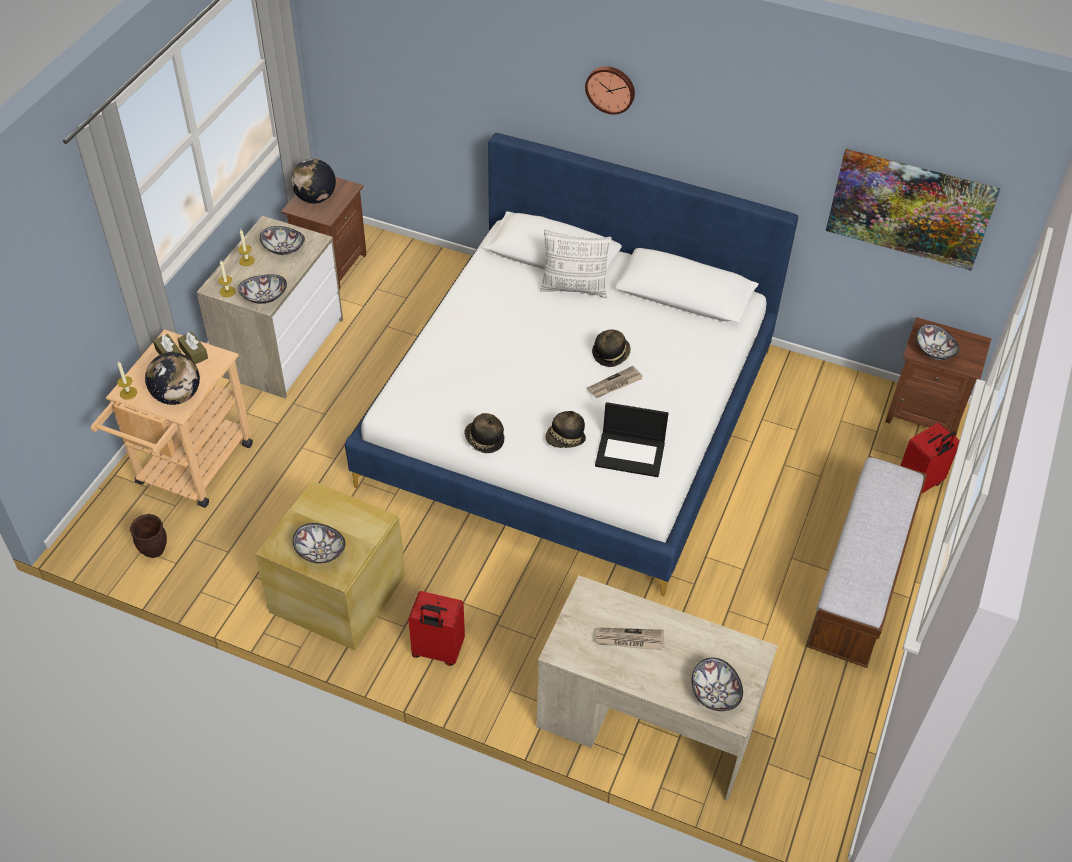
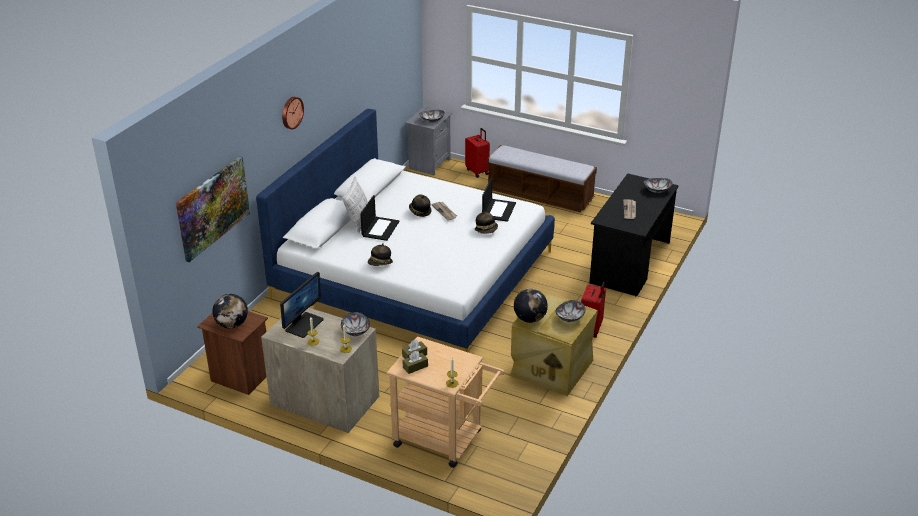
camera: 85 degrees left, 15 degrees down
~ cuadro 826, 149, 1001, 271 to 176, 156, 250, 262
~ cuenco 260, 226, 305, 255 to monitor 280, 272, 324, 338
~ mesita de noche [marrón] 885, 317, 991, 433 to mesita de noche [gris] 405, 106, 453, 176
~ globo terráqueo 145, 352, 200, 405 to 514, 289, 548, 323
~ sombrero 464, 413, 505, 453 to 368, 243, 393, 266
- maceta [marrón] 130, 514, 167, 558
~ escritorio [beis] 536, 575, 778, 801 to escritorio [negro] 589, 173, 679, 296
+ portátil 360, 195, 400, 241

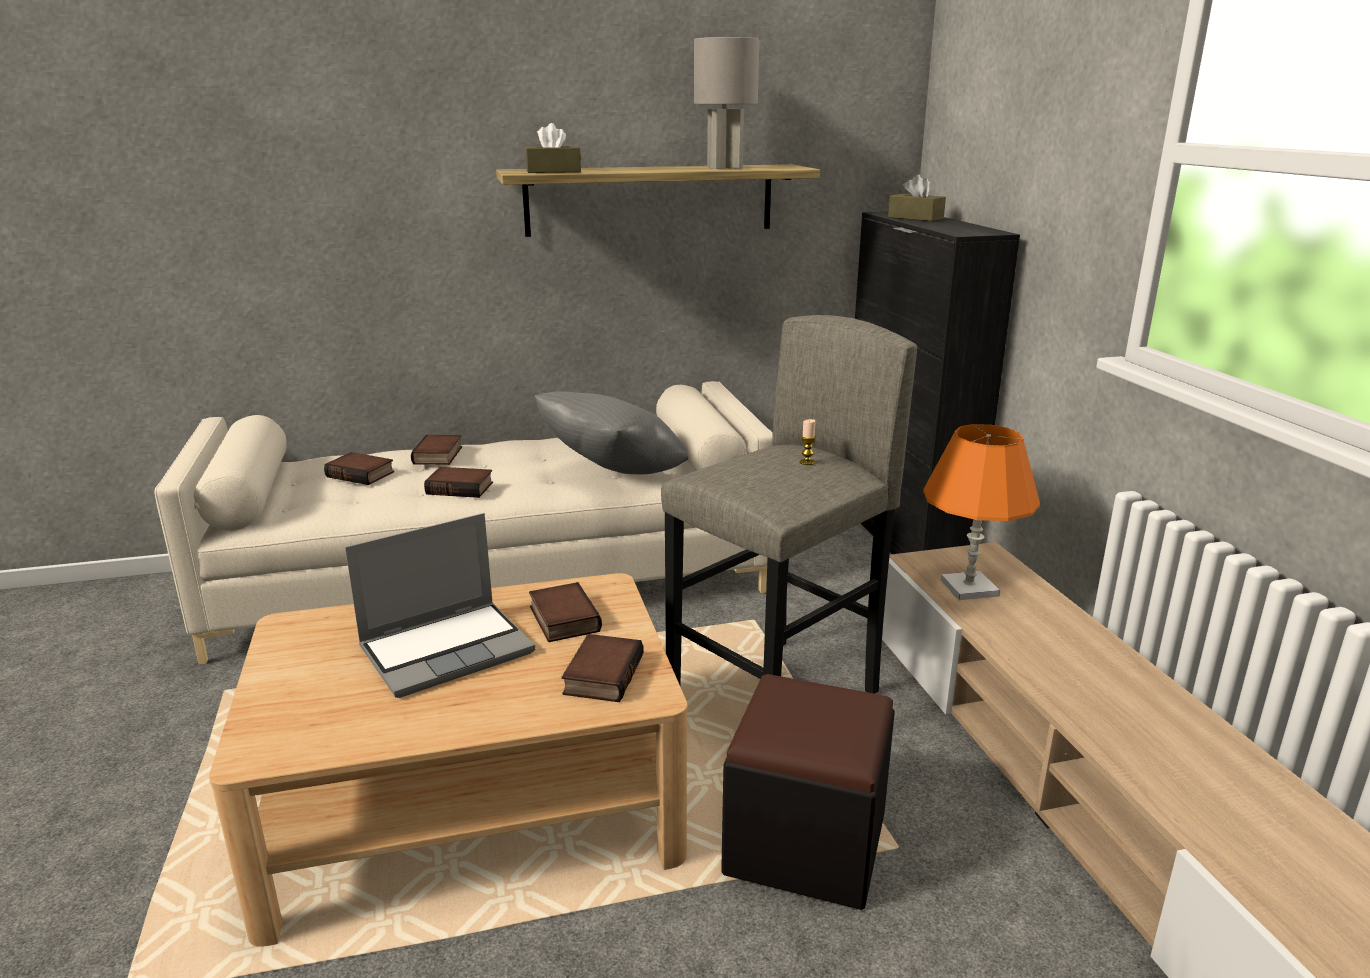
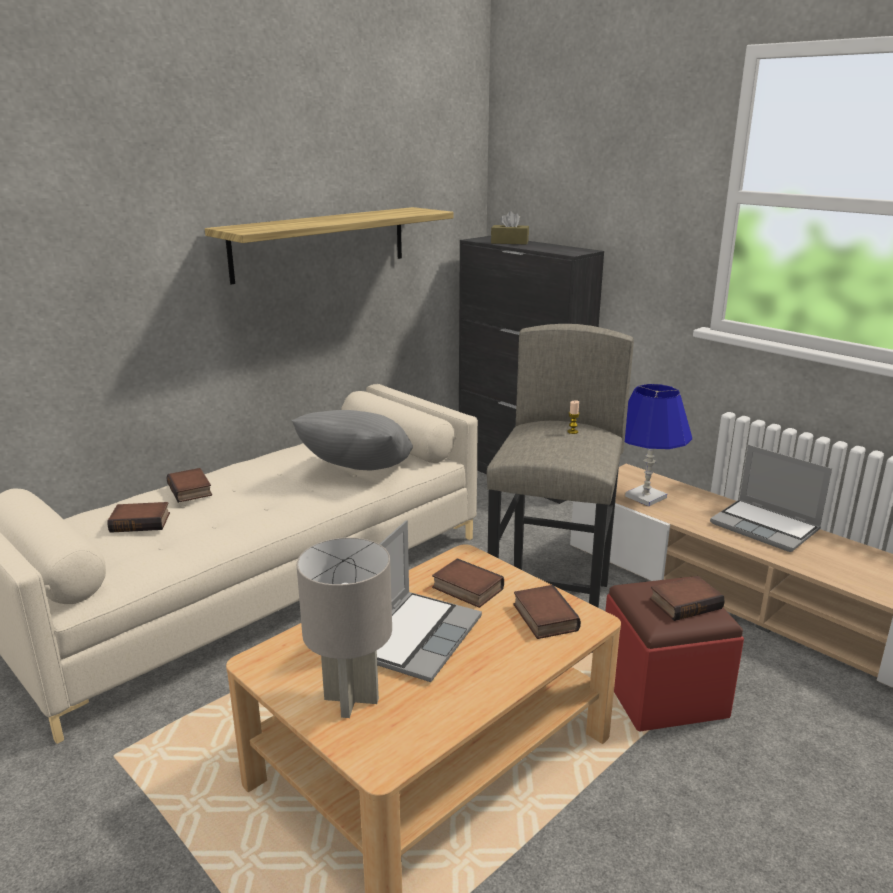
camera: 30 degrees left, 0 degrees up
~ lámpara de mesa [gris] 694, 37, 759, 169 to 297, 537, 392, 718
- caja de pañuelos [marrón] 525, 123, 581, 173
~ lámpara de mesa [naranja] 923, 424, 1040, 600 to lámpara de mesa [azul] 625, 384, 692, 506
~ libro 424, 467, 493, 498 to 650, 576, 725, 621
~ puf [negro] 721, 674, 895, 910 to puf [rojo] 606, 576, 744, 732
+ portátil 710, 445, 832, 552

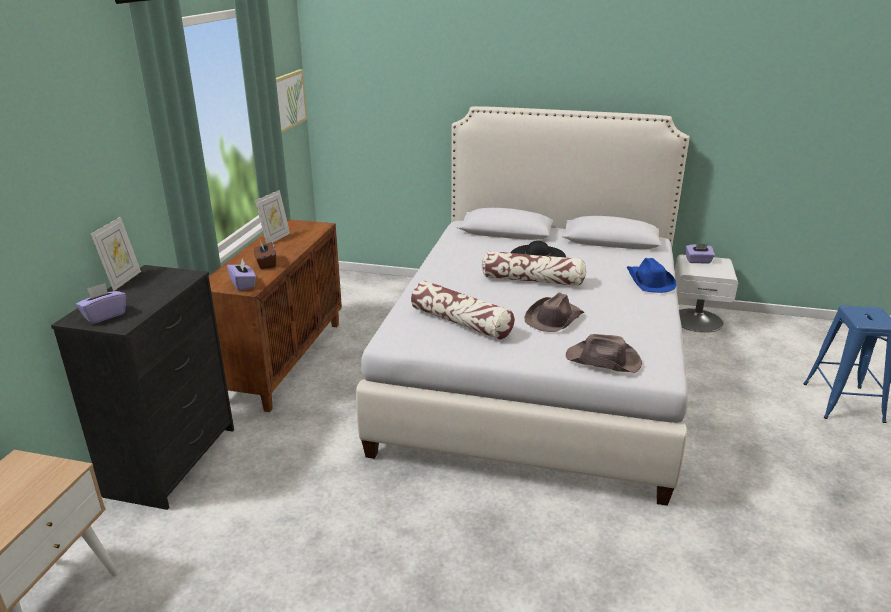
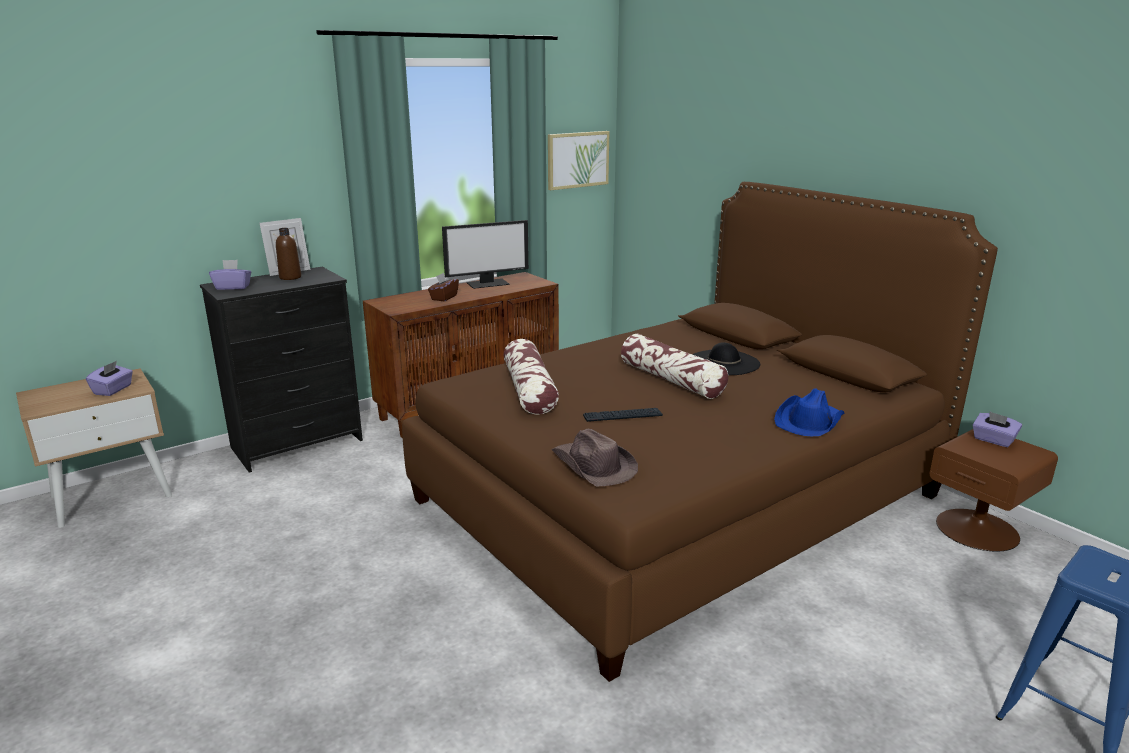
camera: 40 degrees right, 5 degrees down
~ cama [blanco] 356, 106, 690, 506 to cama [marrón] 402, 182, 998, 682
~ portarretratos 255, 190, 290, 244 to monitor 442, 220, 529, 289
~ mesita de noche [blanco] 675, 255, 738, 332 to mesita de noche [marrón] 930, 429, 1058, 552
~ caja de pañuelos [morado] 227, 259, 256, 291 to 86, 361, 133, 396
~ sombrero [marrón] 524, 293, 584, 332 to teclado 583, 408, 663, 422
+ botella [marrón] 276, 228, 301, 280

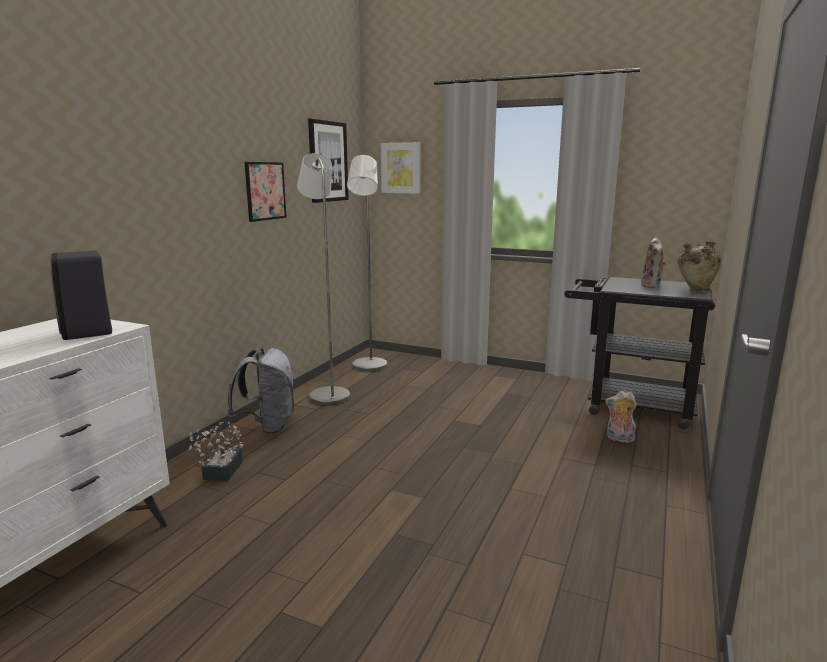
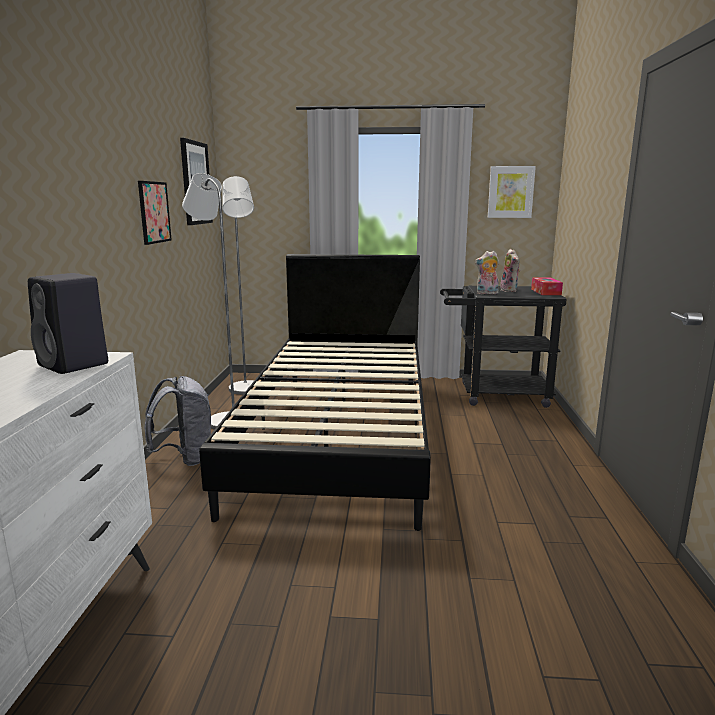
camera: 20 degrees left, 0 degrees up
~ cuadro 381, 142, 421, 194 to 488, 166, 536, 218
~ florero [beis] 678, 241, 722, 292 to caja de pañuelos 531, 277, 563, 295
~ peluche 605, 391, 637, 443 to 475, 251, 499, 294
- planta en maceta 188, 421, 243, 481
+ cama [negro] 199, 254, 431, 531

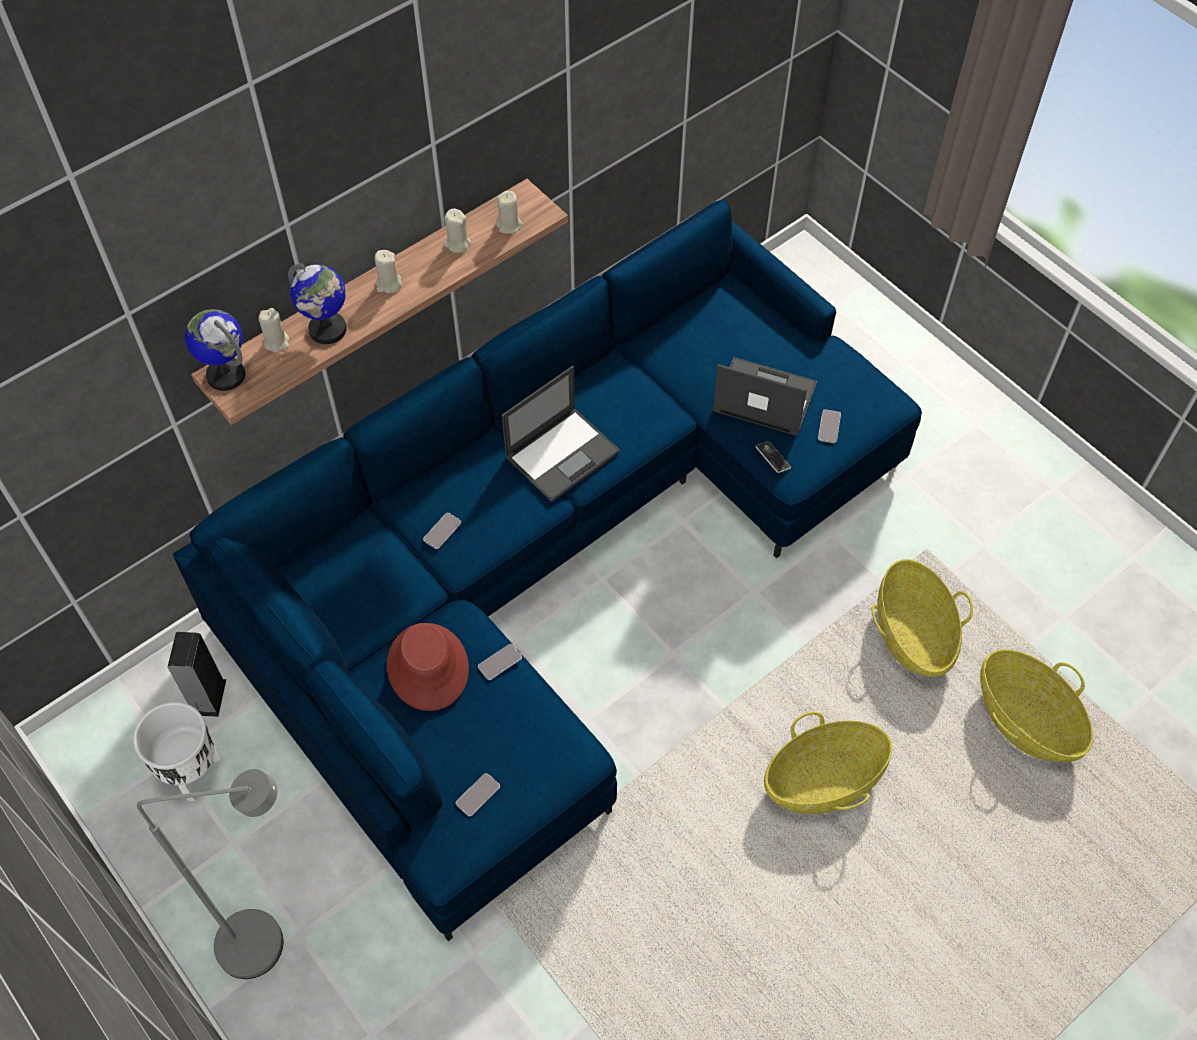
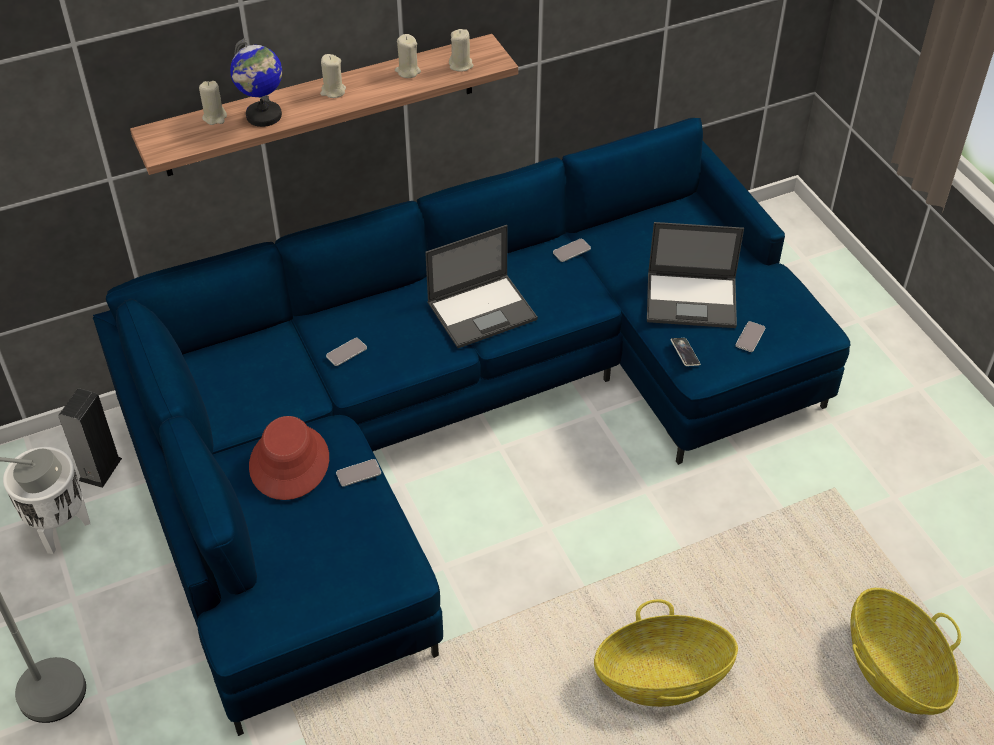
camera: 15 degrees right, 10 degrees down
- globo terráqueo 185, 309, 245, 391
~ portátil 712, 357, 817, 436 = 647, 222, 744, 328 150 degrees clockwise
- cesta 872, 559, 973, 677
~ móvil 456, 773, 500, 816 to 553, 239, 591, 262

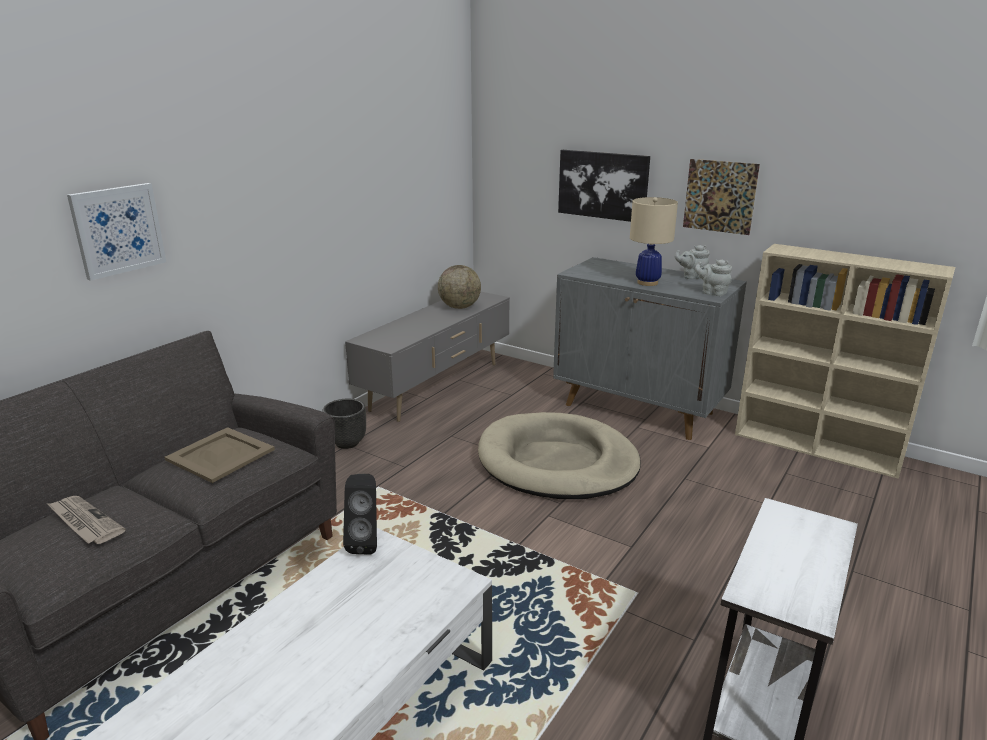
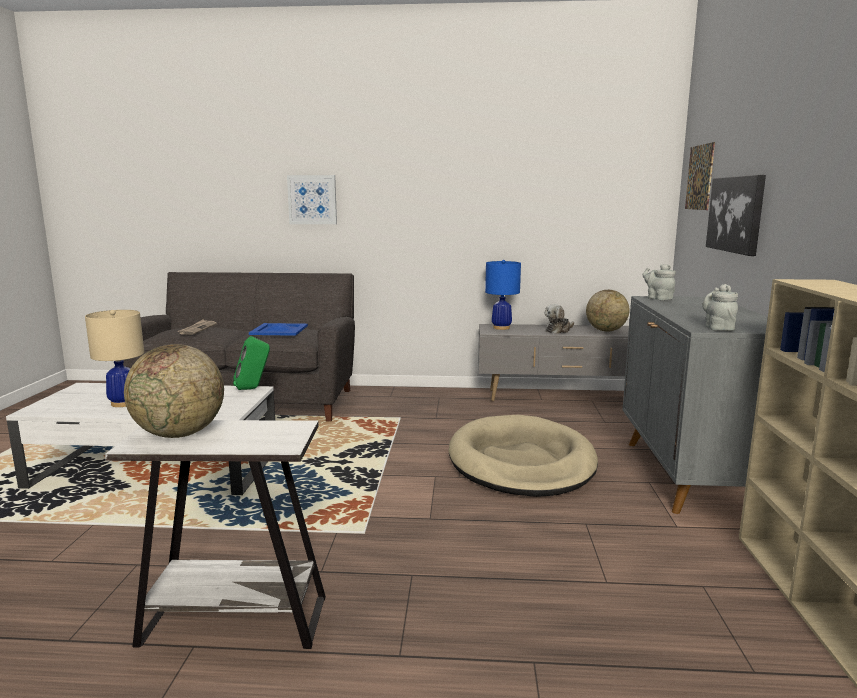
camera: 60 degrees right, 10 degrees down
~ cuadro 683, 159, 760, 235 to 685, 142, 715, 210
~ lámpara de mesa [beis] 630, 197, 678, 286 to 85, 310, 144, 407
~ tetera [gris] 675, 245, 710, 279 to 643, 264, 676, 300
- maceta [negro] 323, 399, 366, 449
~ bandeja [beis] 164, 427, 275, 483 to bandeja [azul] 249, 323, 308, 336
~ altavoz [negro] 343, 474, 377, 555 to altavoz [verde] 233, 336, 270, 390
+ lámpara de mesa [azul] 485, 260, 521, 330
+ peluche 545, 304, 574, 334
+ globo terráqueo 124, 344, 224, 438

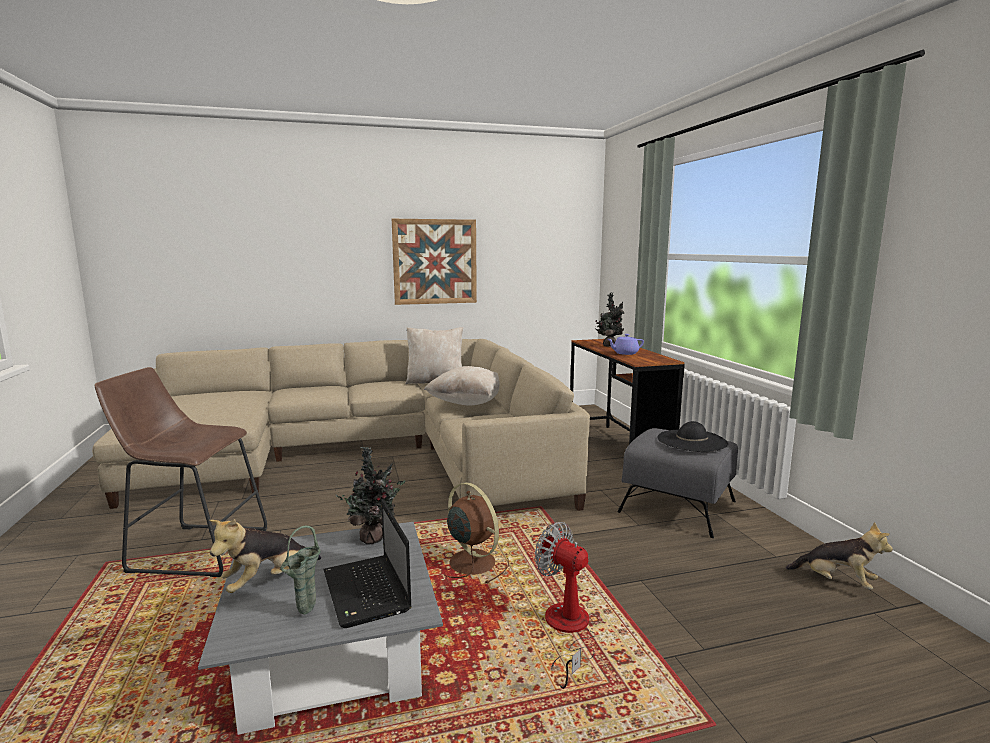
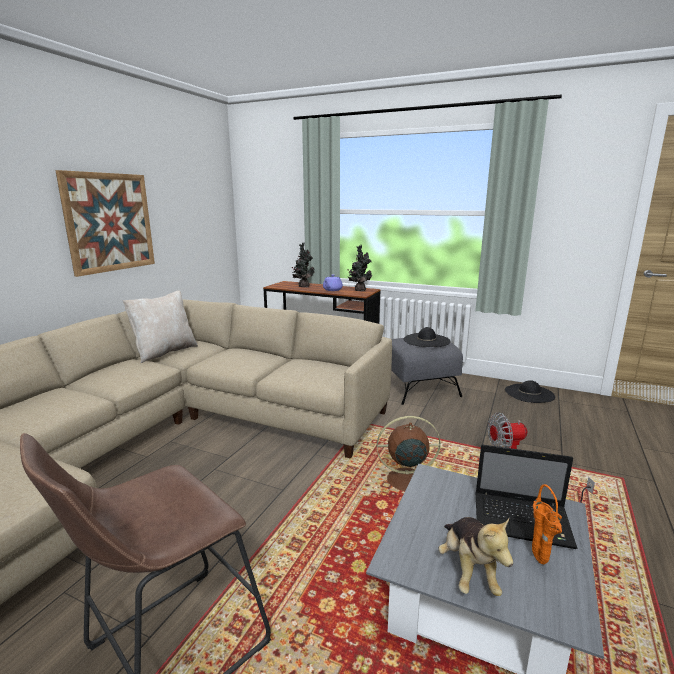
camera: 50 degrees left, 5 degrees up
- cojín [beis] 424, 366, 500, 405
~ planta en maceta 335, 447, 405, 545 to 348, 244, 372, 291
~ peluche 785, 522, 893, 590 to sombrero [negro] 505, 380, 555, 403
~ florero [verde] 280, 526, 321, 615 to florero [naranja] 532, 484, 562, 564

